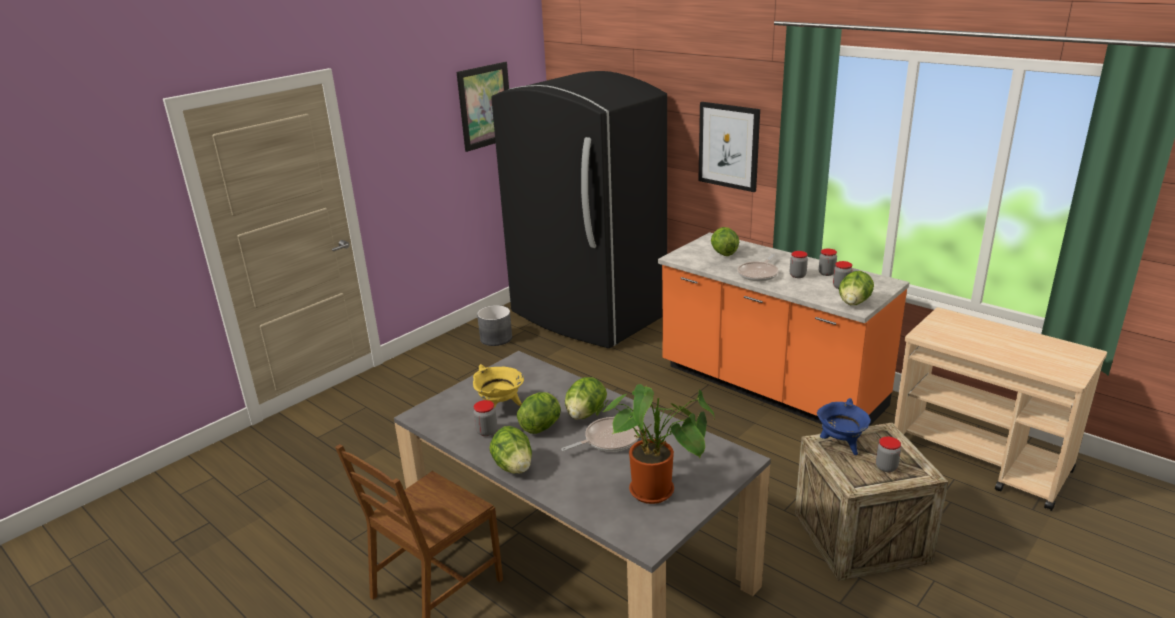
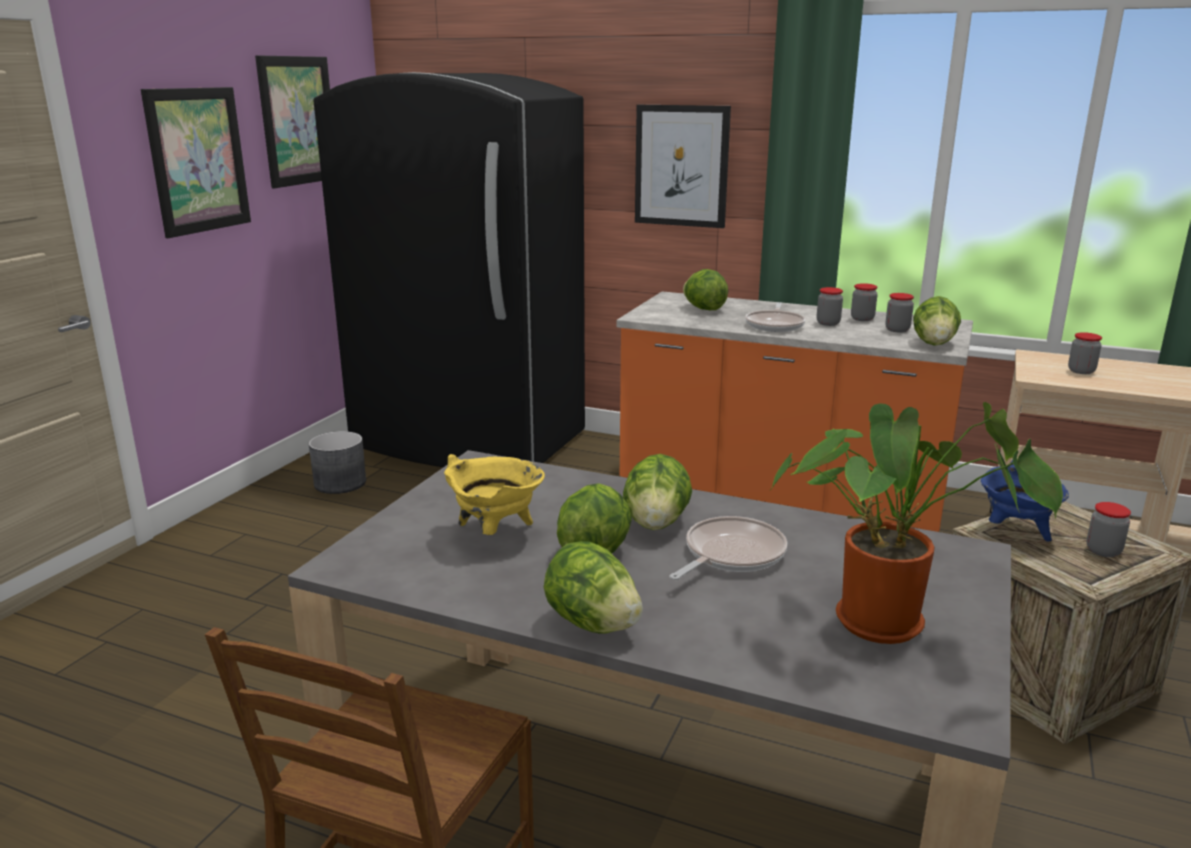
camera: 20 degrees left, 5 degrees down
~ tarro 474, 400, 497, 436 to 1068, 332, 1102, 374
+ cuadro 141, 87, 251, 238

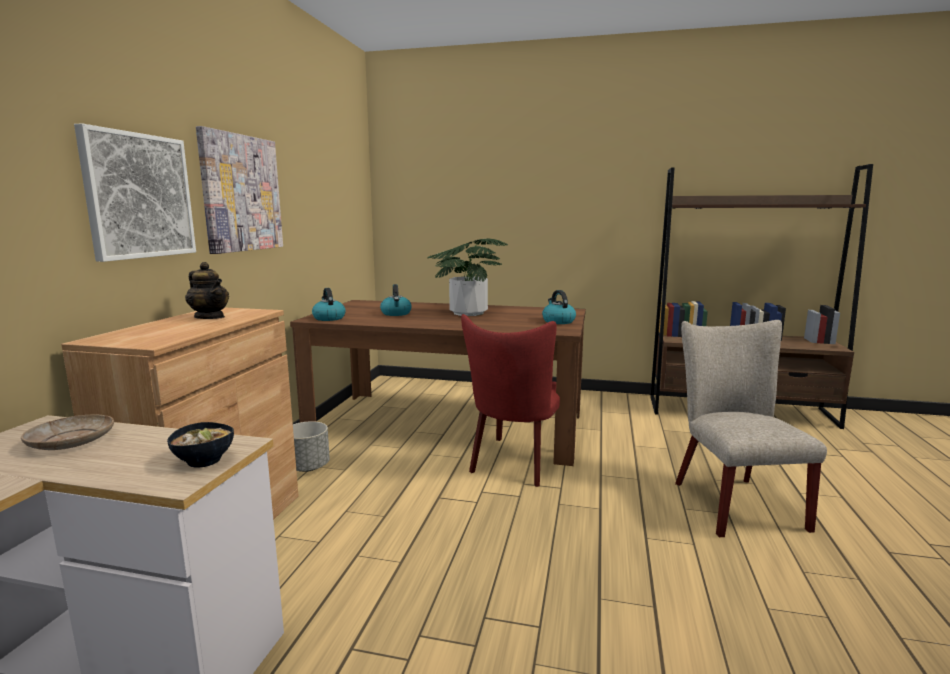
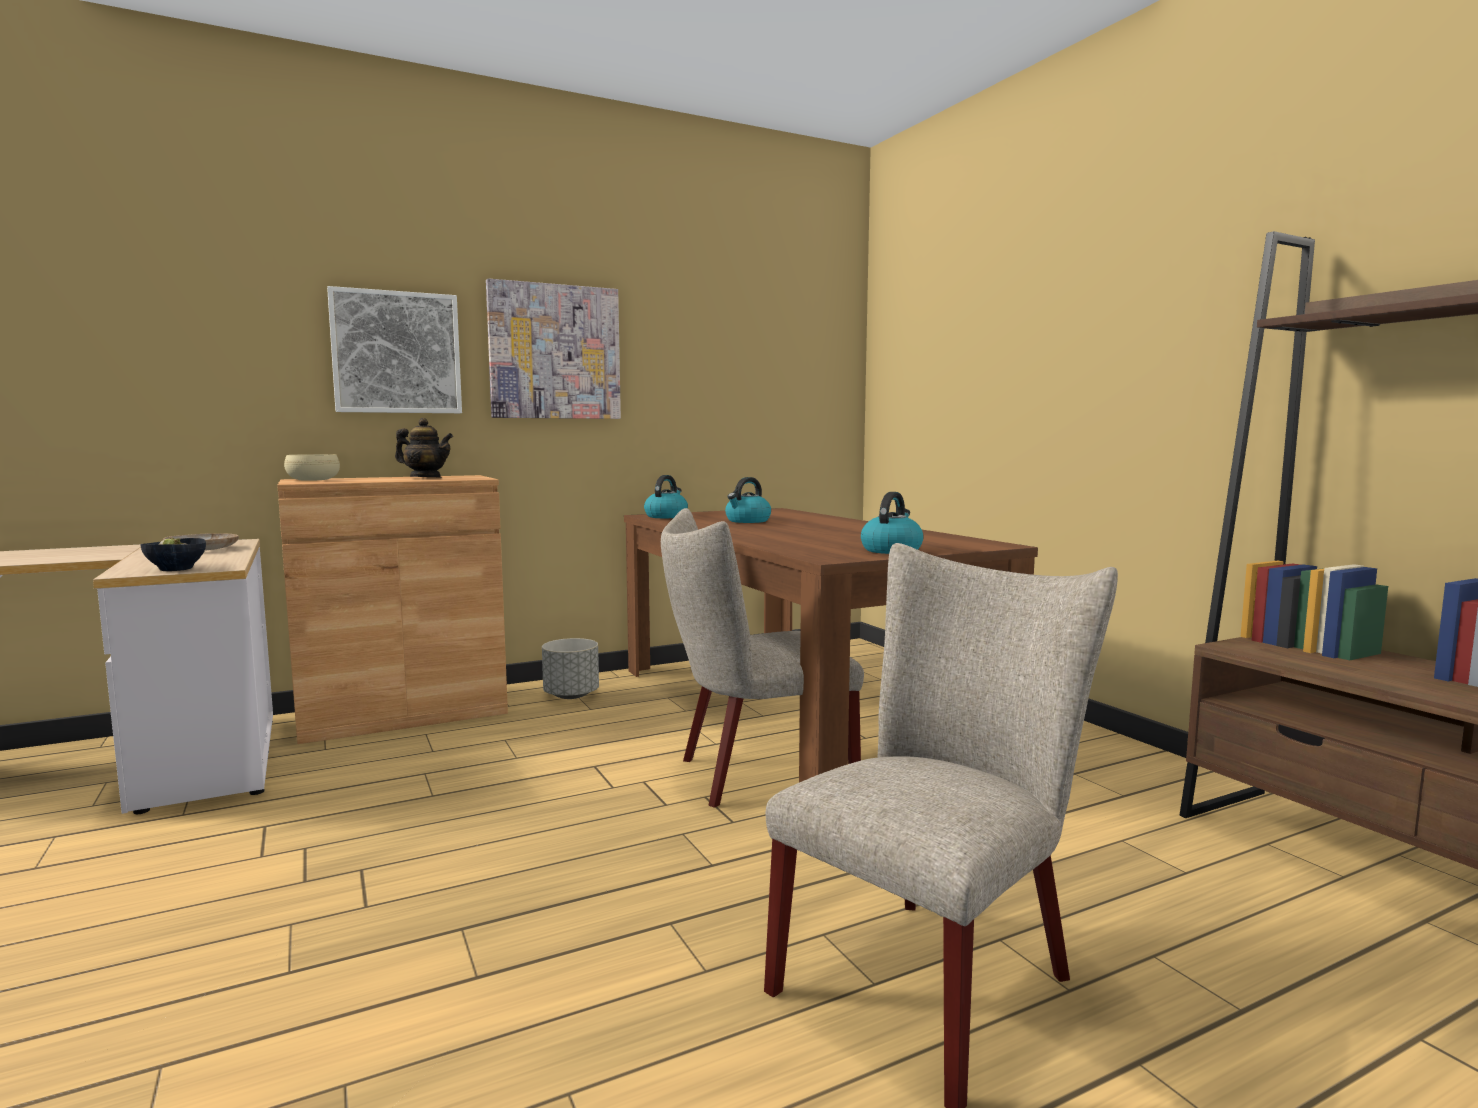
camera: 50 degrees right, 5 degrees down
- planta en maceta 428, 239, 508, 316
~ tetera 185, 262, 229, 319 = 395, 418, 453, 478 75 degrees counterclockwise
~ silla [rojo] 461, 314, 560, 487 to silla [beis] 661, 508, 864, 808
+ cuenco [beis] 284, 454, 340, 481

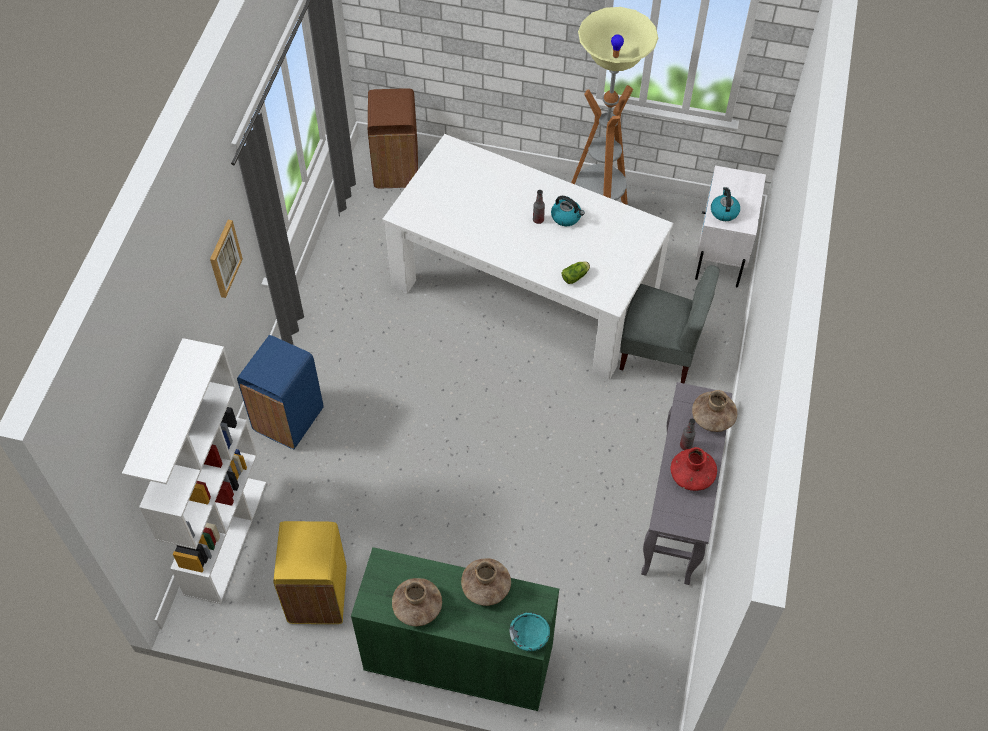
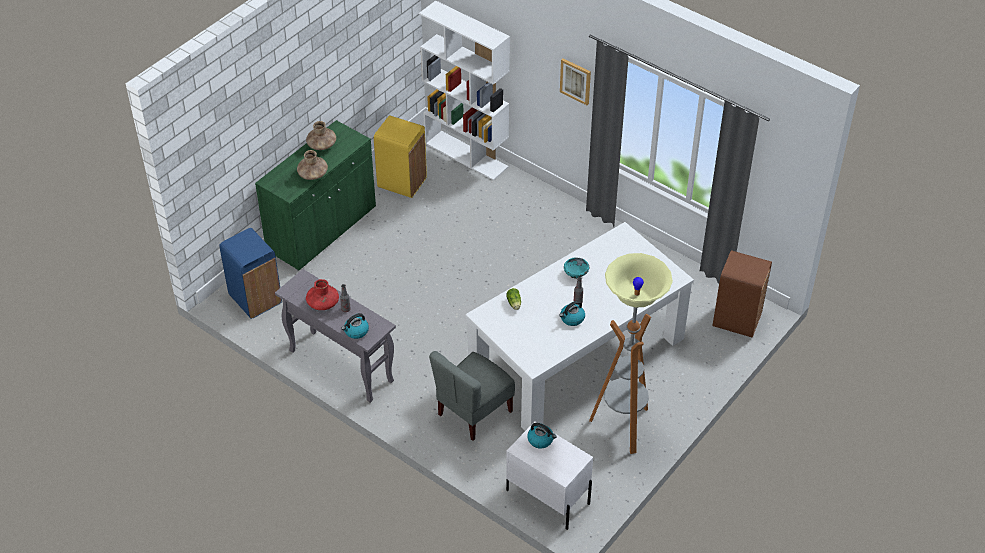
camera: 115 degrees right, 10 degrees down
~ papelera [azul] 237, 335, 324, 449 to 219, 228, 282, 319
~ florero [marrón] 692, 390, 737, 432 to hervidor 341, 313, 369, 339
~ cuenco [turquesa] 509, 612, 550, 651 to 564, 257, 589, 279

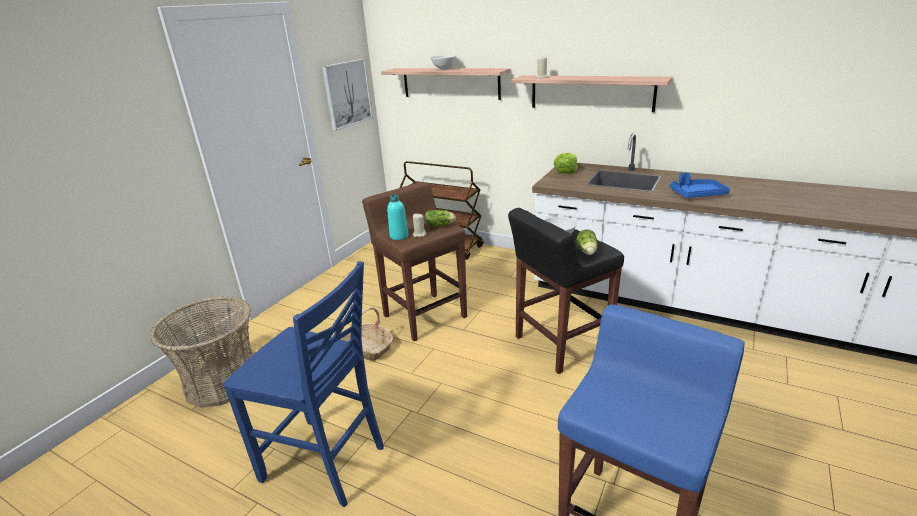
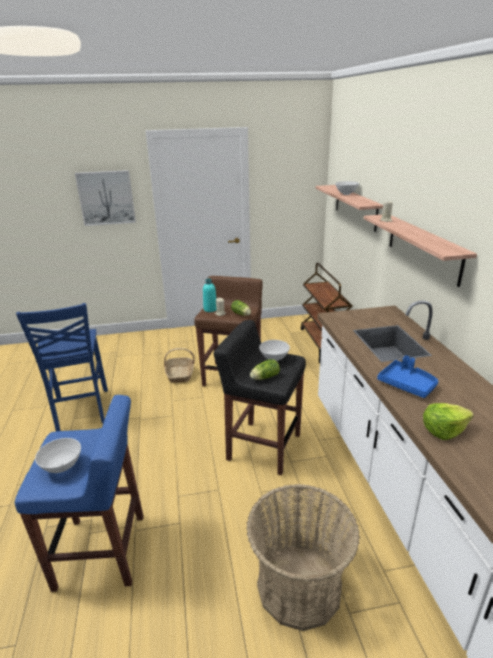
camera: 50 degrees right, 0 degrees up
~ cuadro 322, 59, 373, 131 to 75, 170, 136, 226
~ lechuga 554, 153, 578, 174 to 423, 403, 474, 440
~ cesta 150, 296, 252, 408 to 246, 484, 360, 631
+ cuenco [blanco] 35, 438, 81, 473

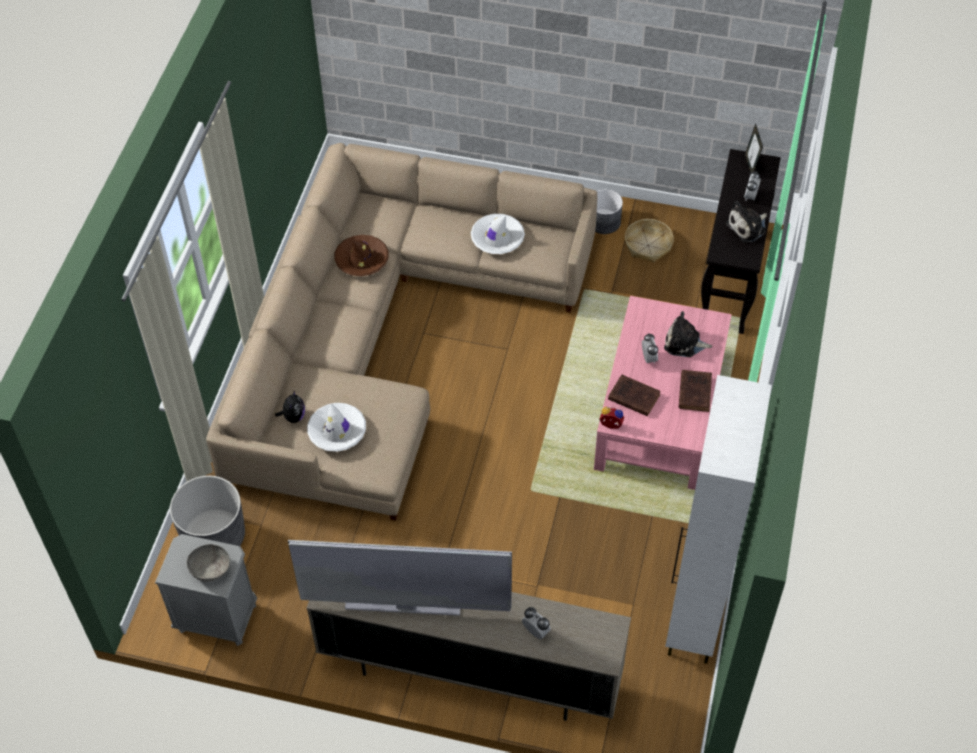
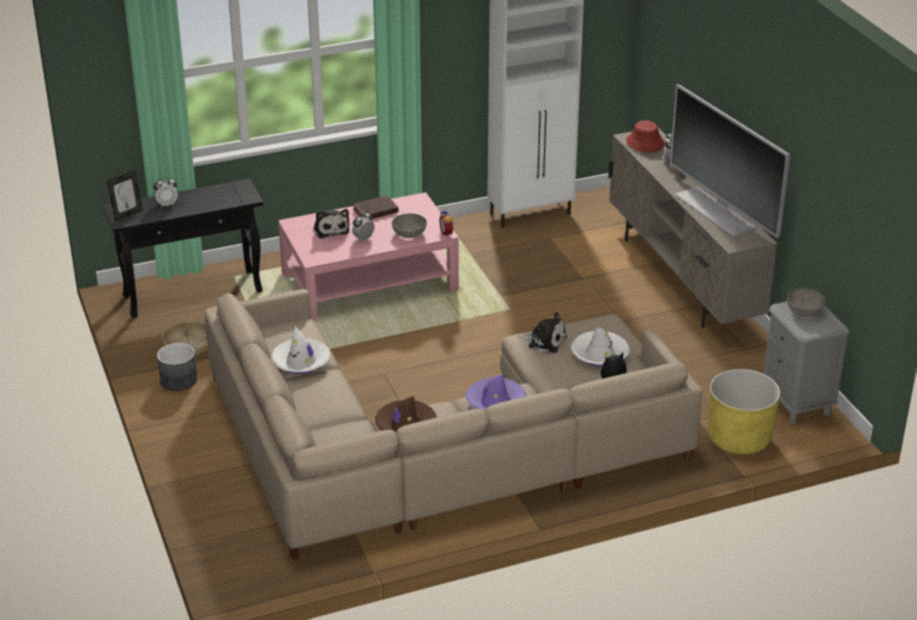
camera: 125 degrees left, 20 degrees down
~ peluche 726, 201, 767, 242 to 518, 312, 567, 353
~ libro [marrón] 608, 375, 661, 416 to cuenco [gris] 392, 213, 427, 238
~ maceta [gris] 170, 476, 245, 546 to maceta [amarillo] 708, 369, 780, 455
+ sombrero [rojo] 626, 120, 665, 153
+ sombrero [morado] 466, 375, 526, 411

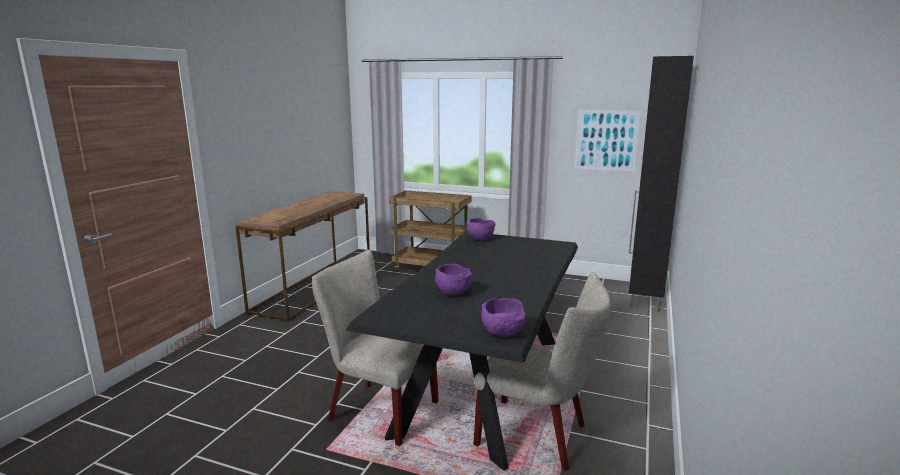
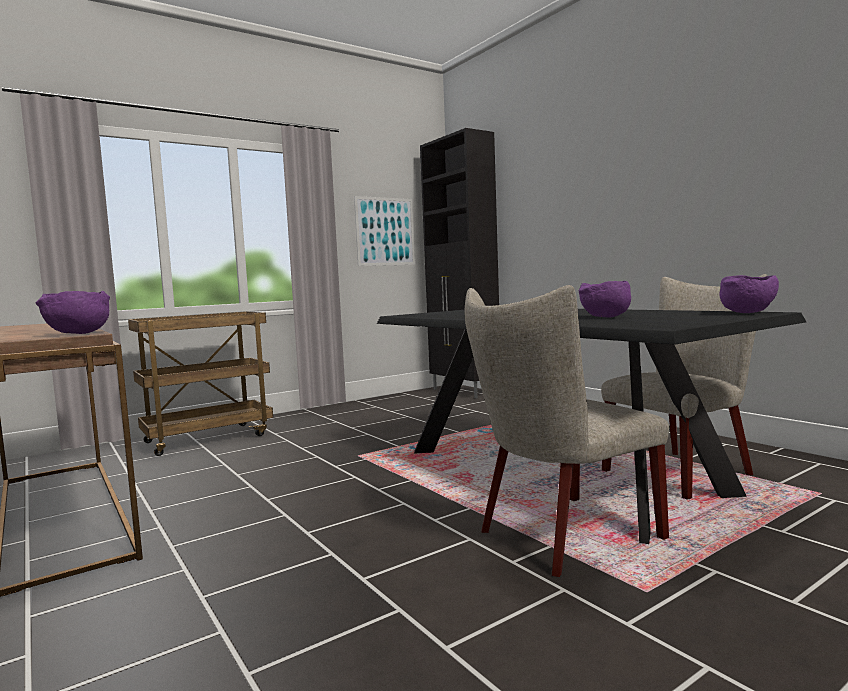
camera: 55 degrees left, 10 degrees down
~ cuenco [morado] 466, 218, 496, 240 to 36, 290, 110, 334

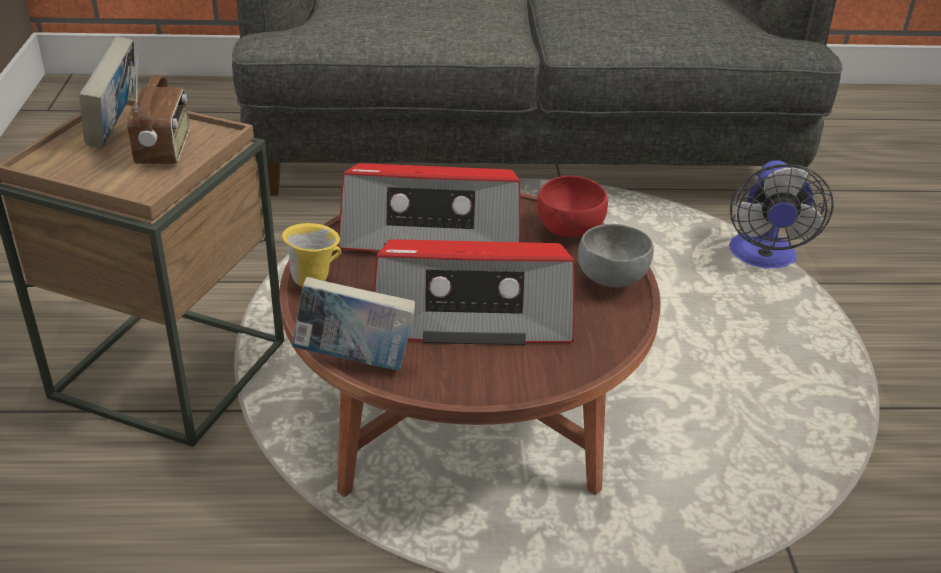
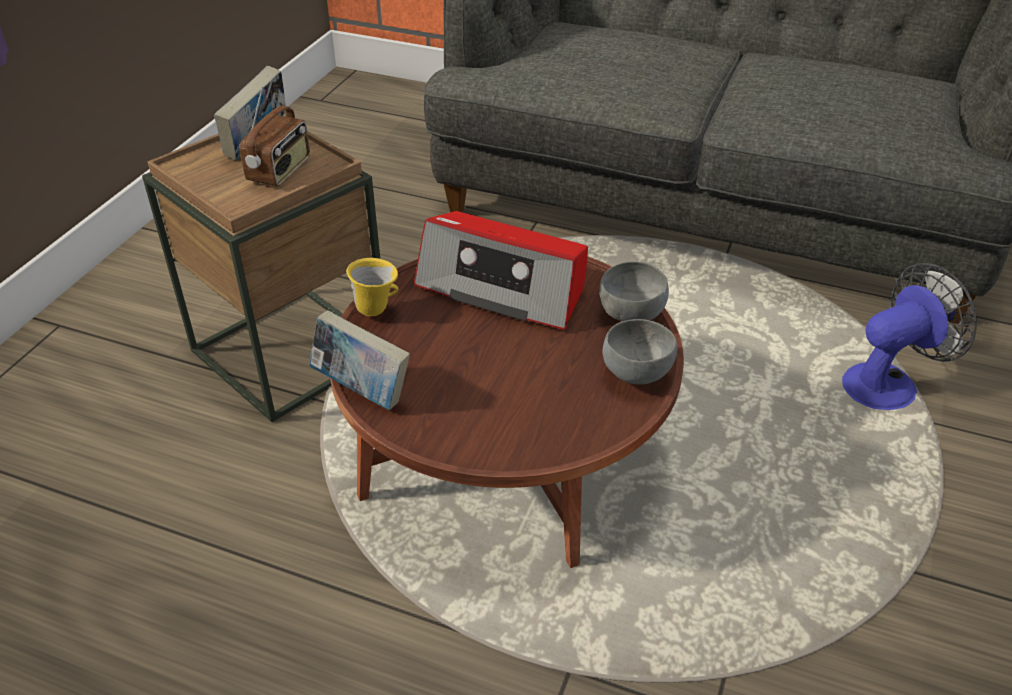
camera: 25 degrees right, 5 degrees up
~ ventilador 729, 160, 834, 268 = 842, 263, 977, 410 150 degrees counterclockwise
~ cuenco [rojo] 537, 176, 608, 237 to cuenco [gris] 599, 261, 669, 321
- radio 374, 239, 575, 345

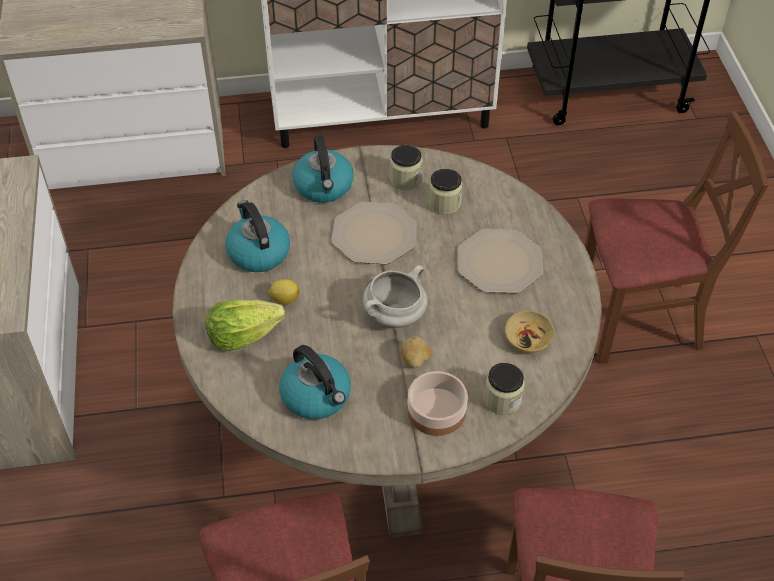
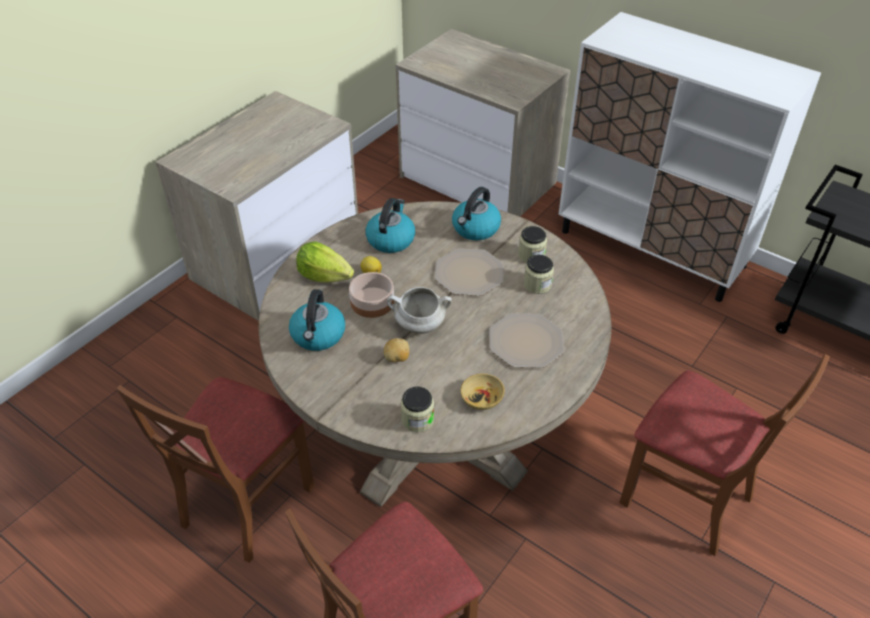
camera: 45 degrees right, 5 degrees down
~ cuenco 407, 371, 468, 436 to 349, 272, 394, 318

